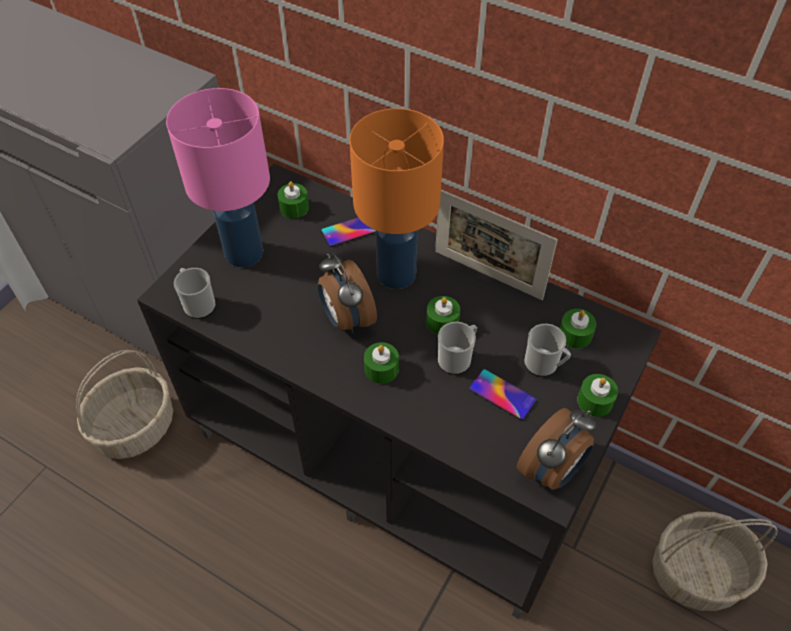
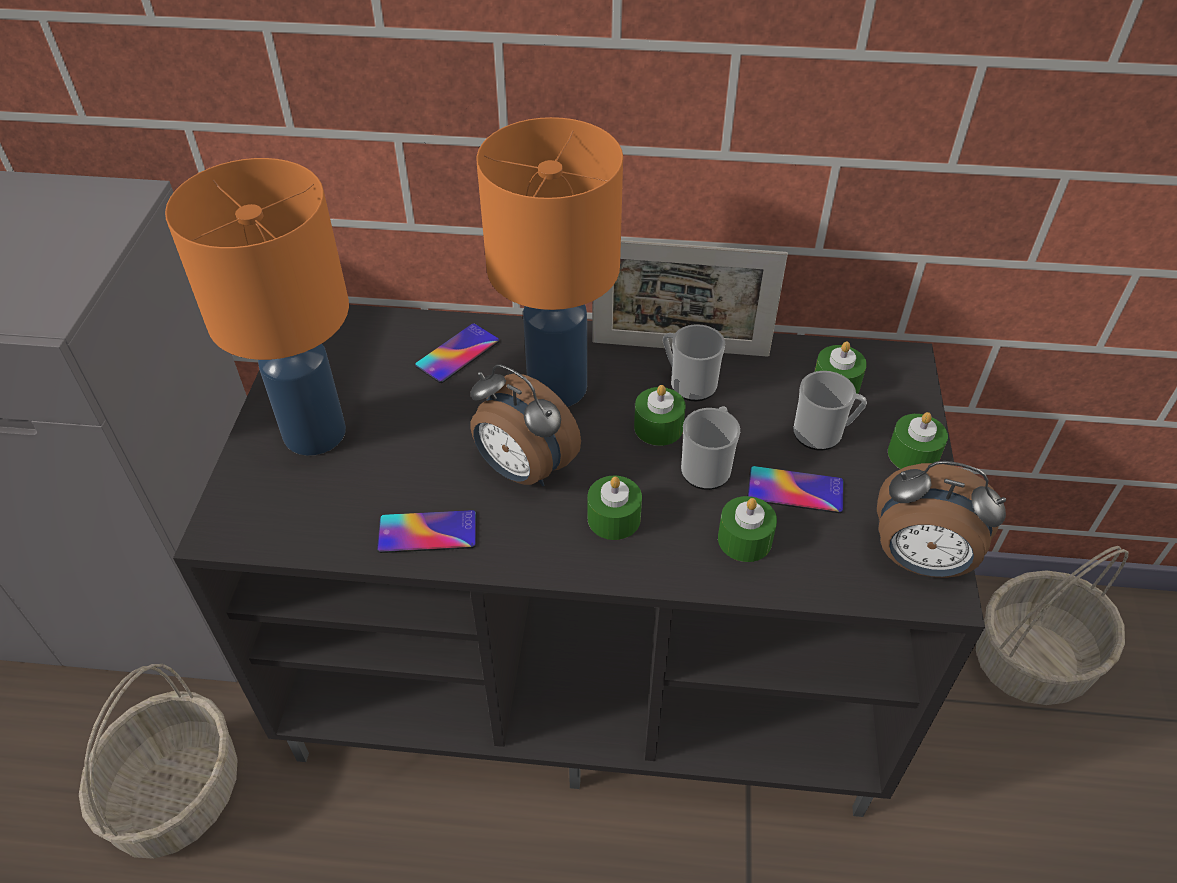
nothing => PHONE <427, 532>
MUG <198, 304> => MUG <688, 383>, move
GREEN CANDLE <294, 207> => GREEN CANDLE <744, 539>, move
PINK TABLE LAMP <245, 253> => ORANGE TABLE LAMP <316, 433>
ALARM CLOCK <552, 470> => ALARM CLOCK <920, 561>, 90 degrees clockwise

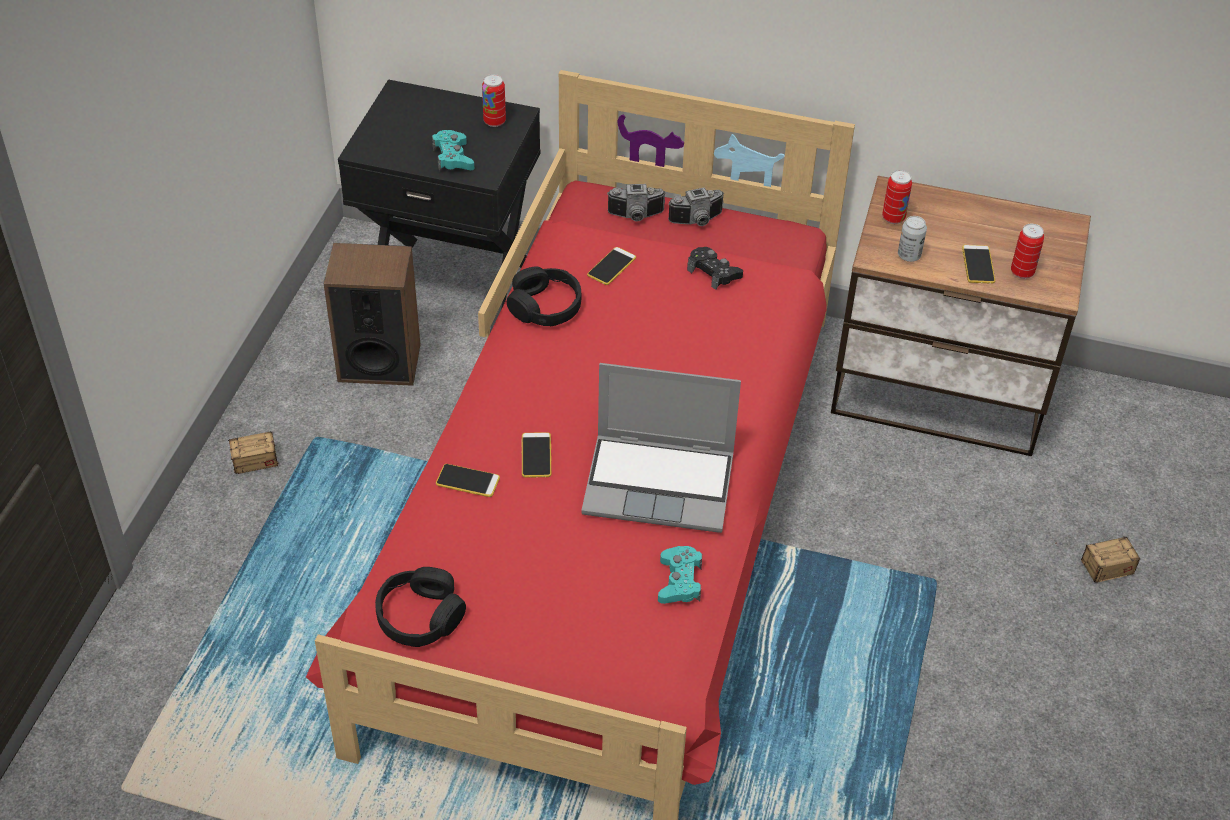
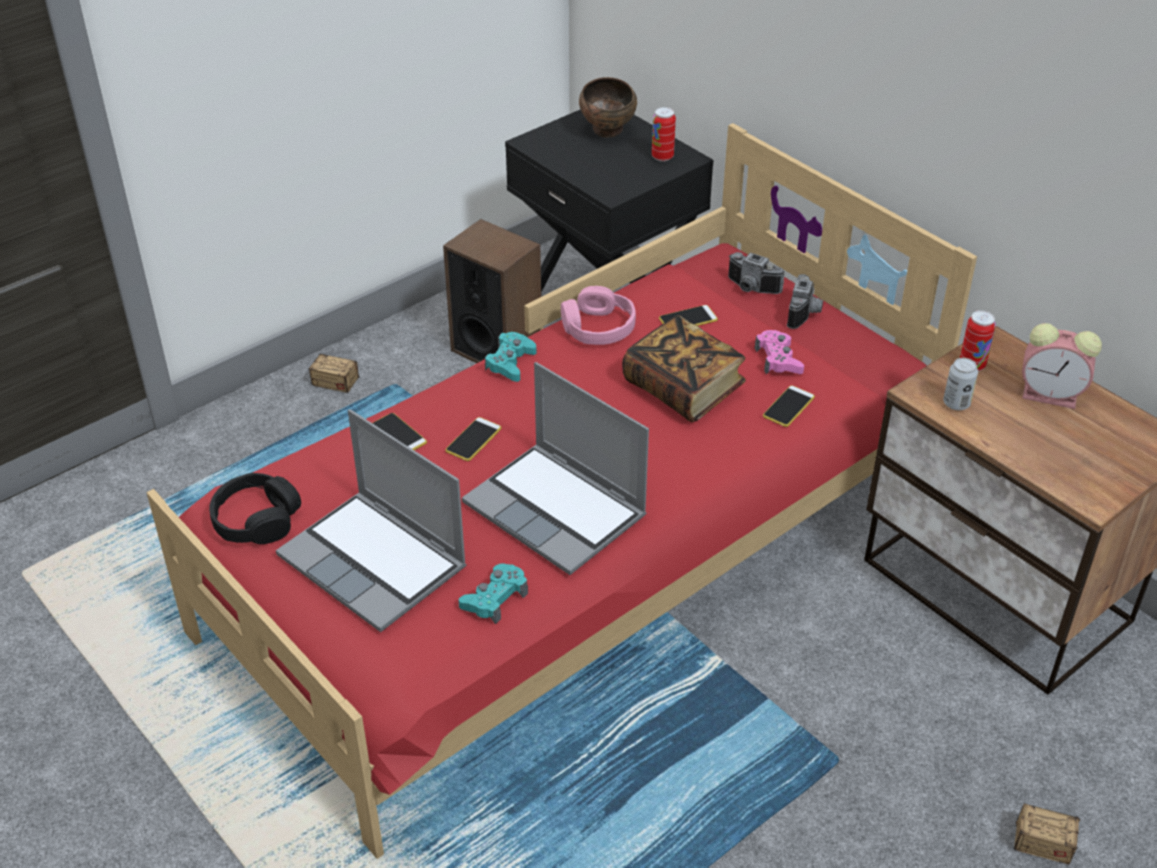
CAN <1022, 272> => nothing
nothing => LAPTOP <376, 563>
nothing => BROWN BOWL <608, 132>
nothing => BOOK <683, 388>
nothing => ALARM CLOCK <1052, 395>
TURQUOISE GAME CONTROLLER <453, 157> => TURQUOISE GAME CONTROLLER <510, 362>, move
PHONE <978, 265> => PHONE <788, 407>, move
BLACK HEADPHONES <545, 306> => PINK HEADPHONES <598, 328>
BLACK GAME CONTROLLER <713, 272> => PINK GAME CONTROLLER <778, 360>
PHOTO CAMERA <698, 221> => PHOTO CAMERA <805, 314>, 90 degrees counterclockwise

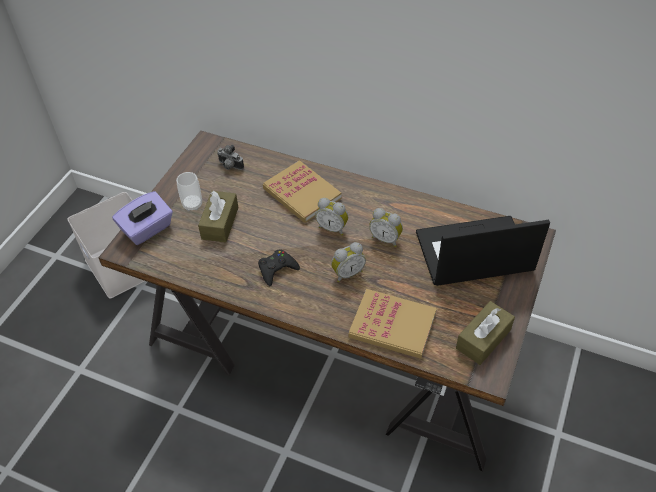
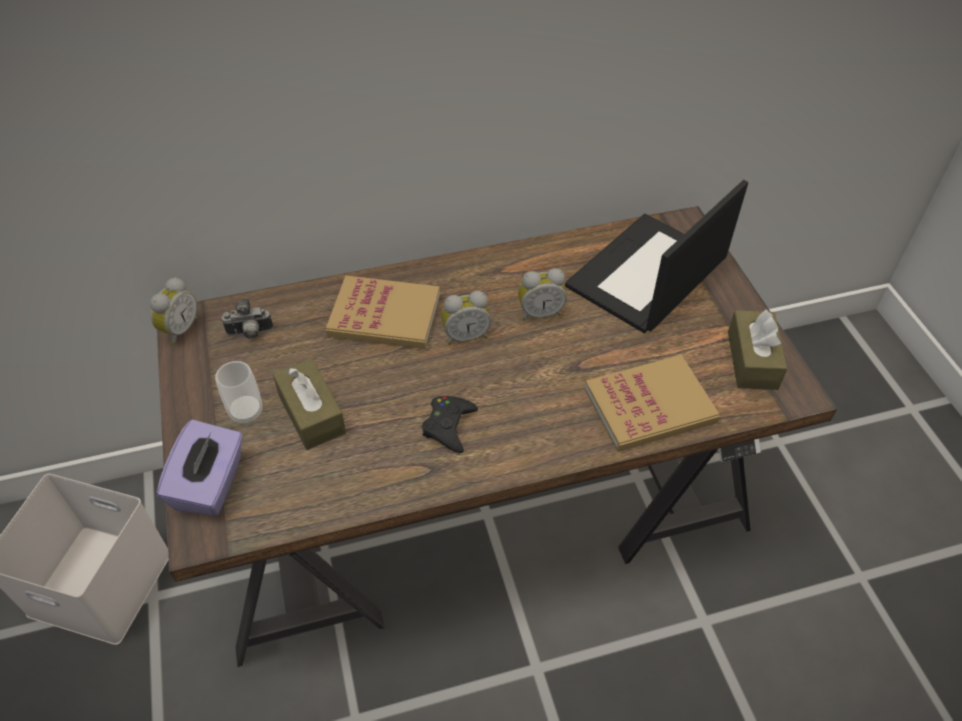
ALARM CLOCK <347, 273> => ALARM CLOCK <179, 329>, move

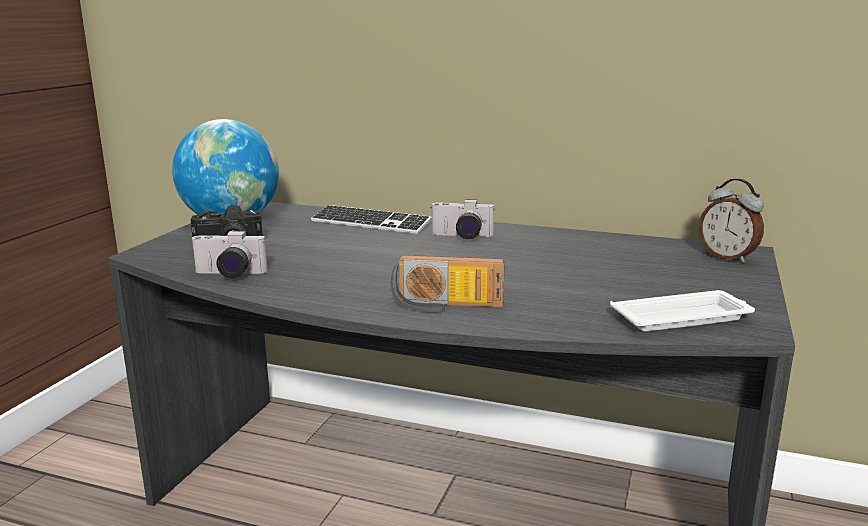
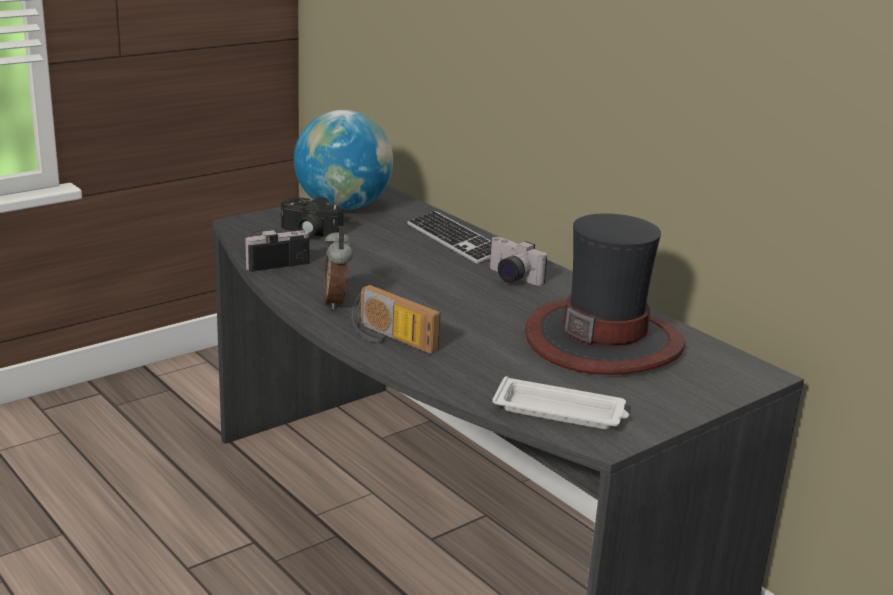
nothing => HAT <604, 340>
ALARM CLOCK <727, 257> => ALARM CLOCK <337, 302>, move
PHOTO CAMERA <228, 275> => PHOTO CAMERA <274, 261>, 120 degrees clockwise

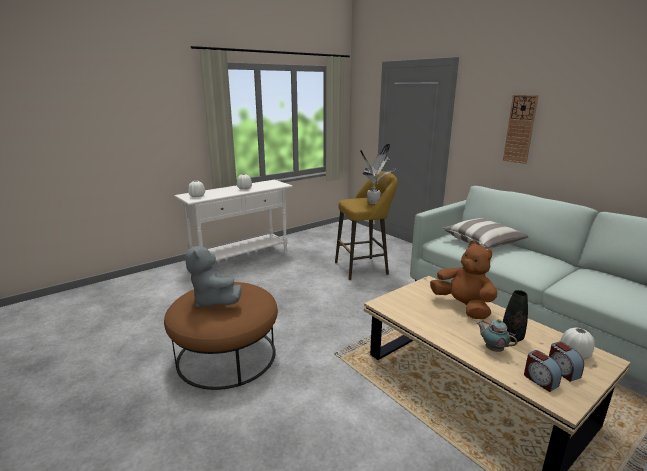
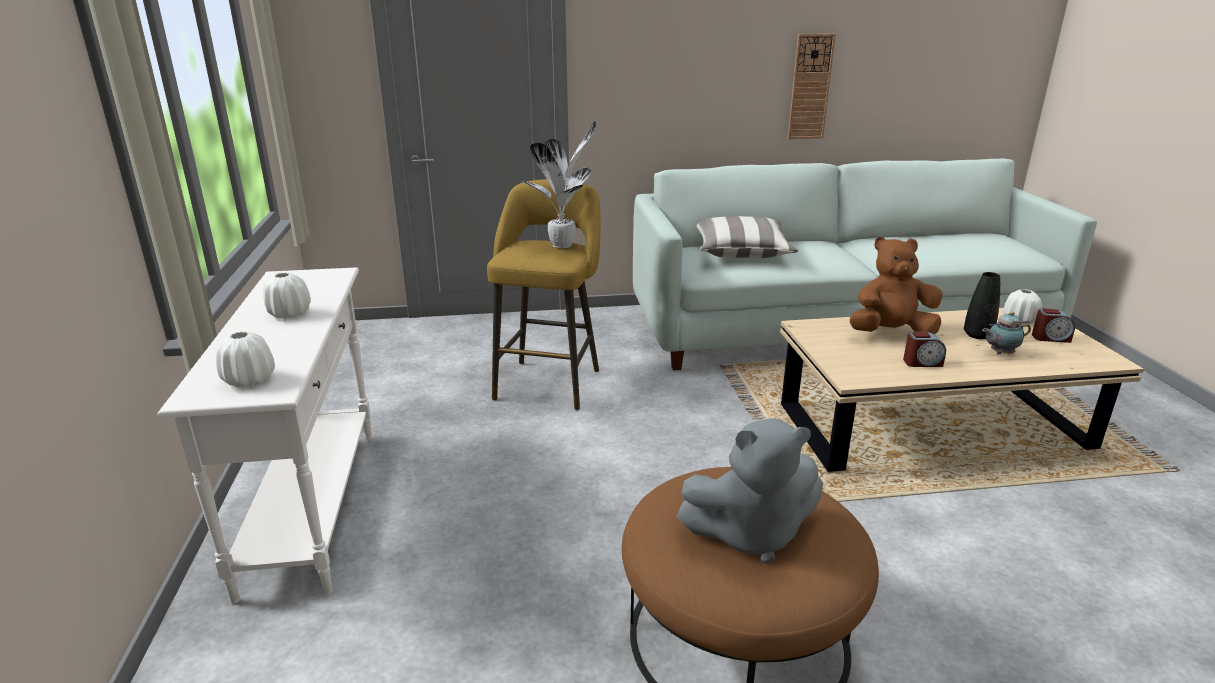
WALL CLOCK <520, 129> => WALL CLOCK <810, 87>, move
ALARM CLOCK <540, 380> => ALARM CLOCK <922, 362>, move

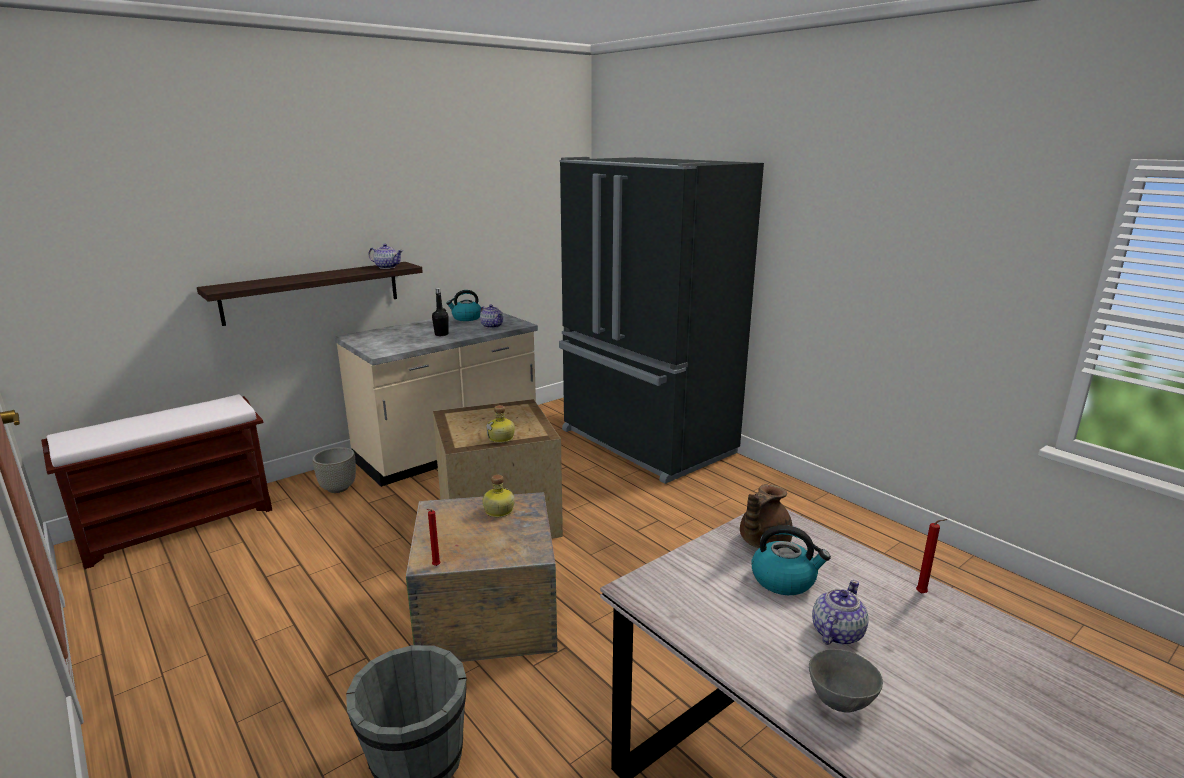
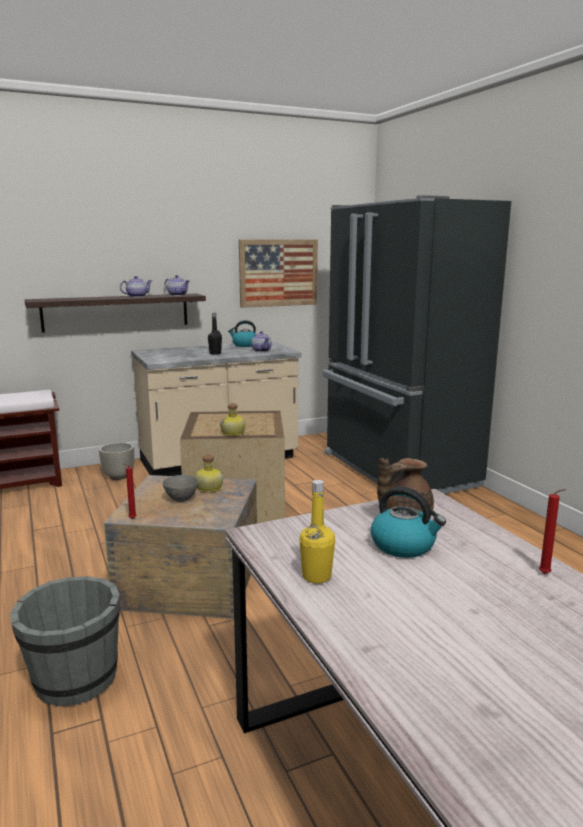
nothing => PICTURE <278, 273>
nothing => YELLOW BOTTLE <316, 576>
GREY BOWL <840, 702> => GREY BOWL <182, 499>, move
TEAPOT <836, 633> => TEAPOT <136, 296>, move

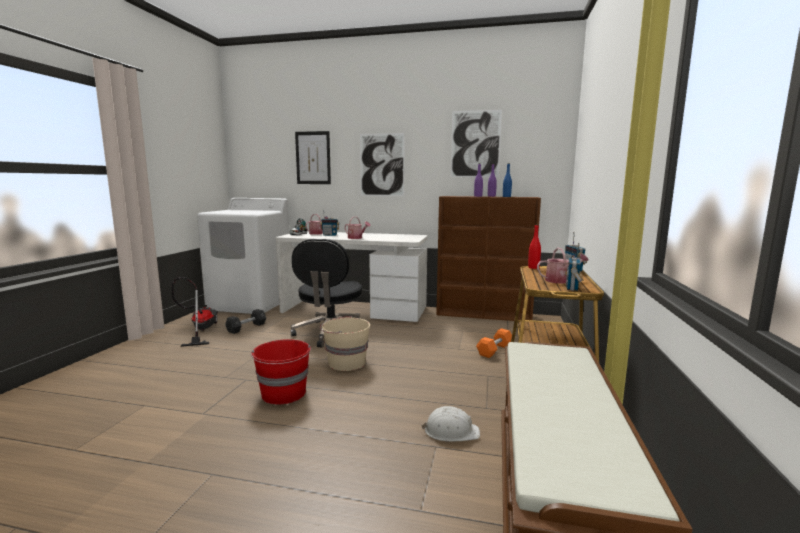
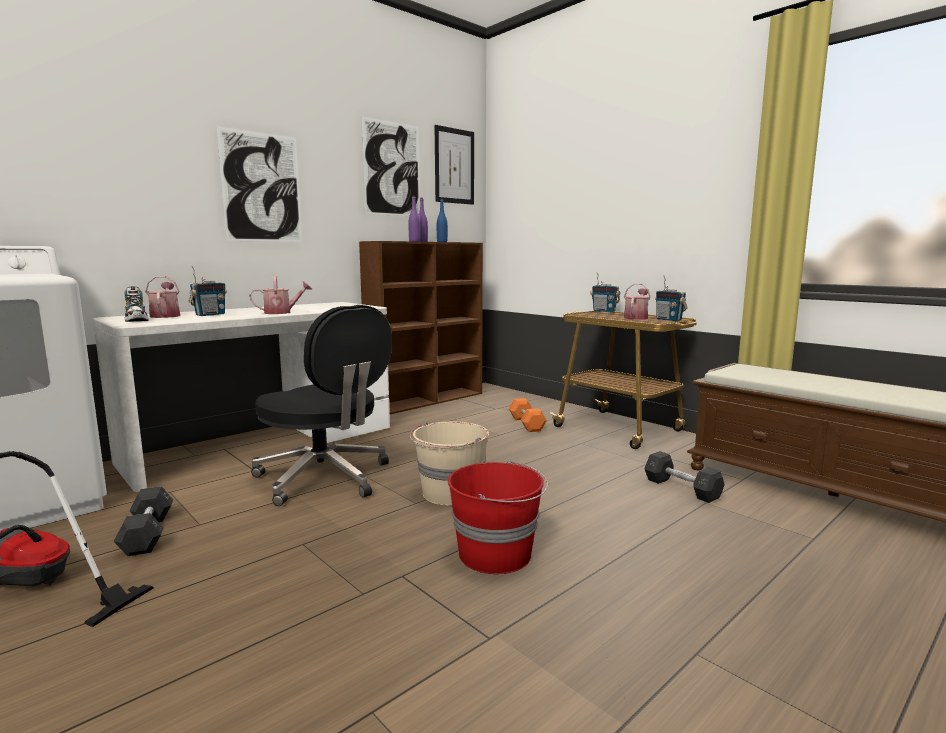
RED BOTTLE <533, 267> => nothing
PICTURE <313, 158> => PICTURE <454, 166>, move
WHITE HARD HAT <451, 431> => GREY DUMBBELL <682, 489>

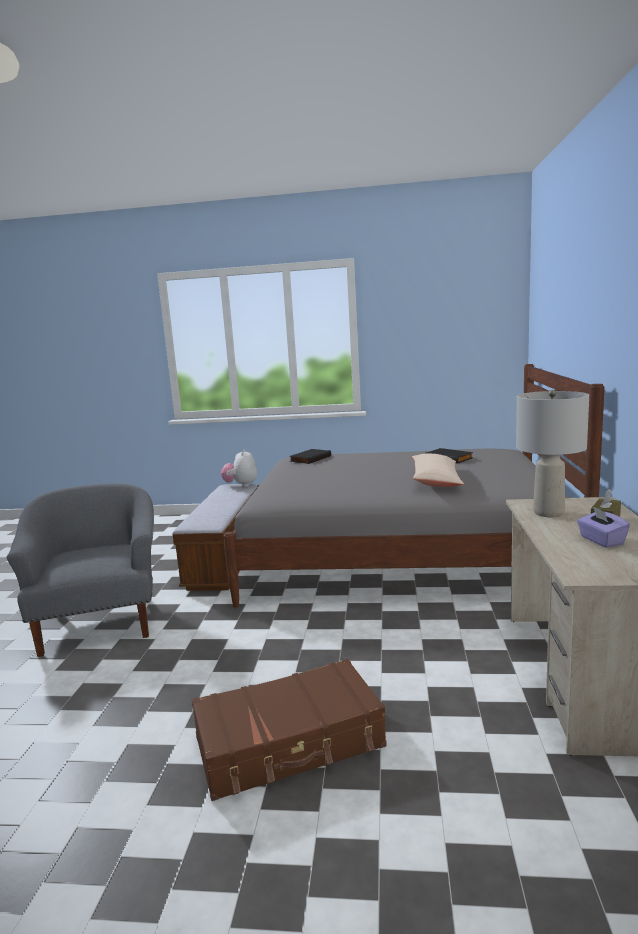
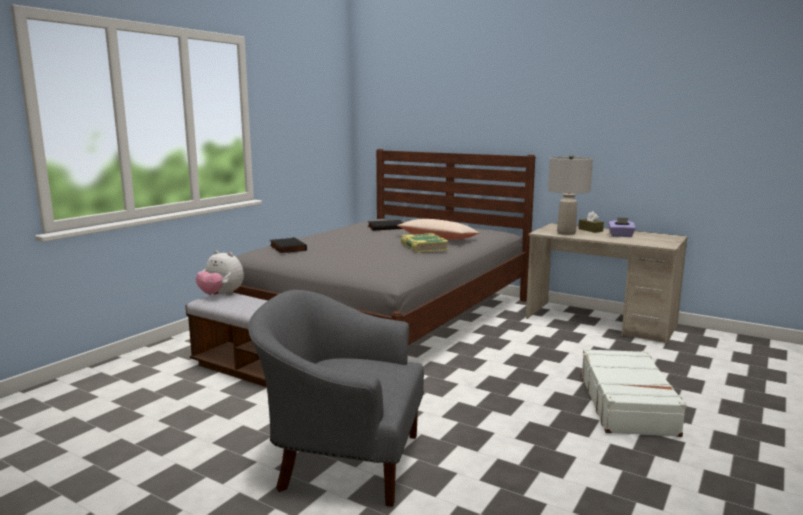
nothing => BOOK <423, 247>
BROWN SUITCASE <290, 743> => WHITE SUITCASE <627, 404>

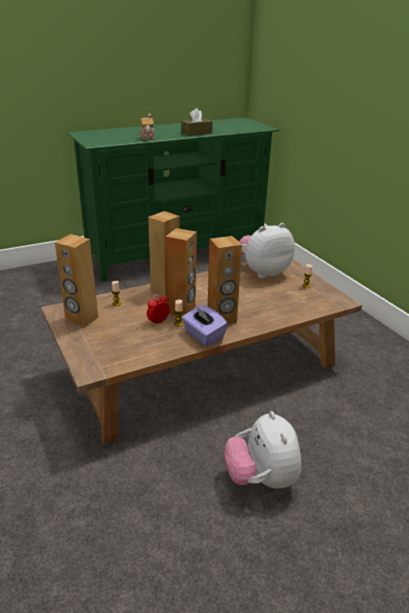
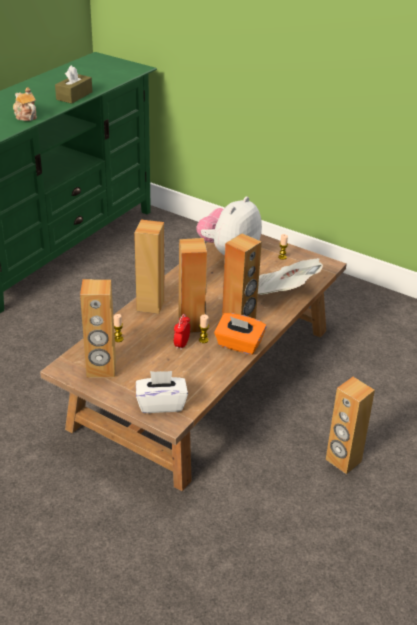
nothing => WHITE TISSUE BOX <161, 404>
nothing => NEWSPAPER <283, 292>
PLUSH TOY <261, 478> => BROWN SPEAKER <343, 461>
PURPLE TISSUE BOX <203, 336> => ORANGE TISSUE BOX <239, 345>

